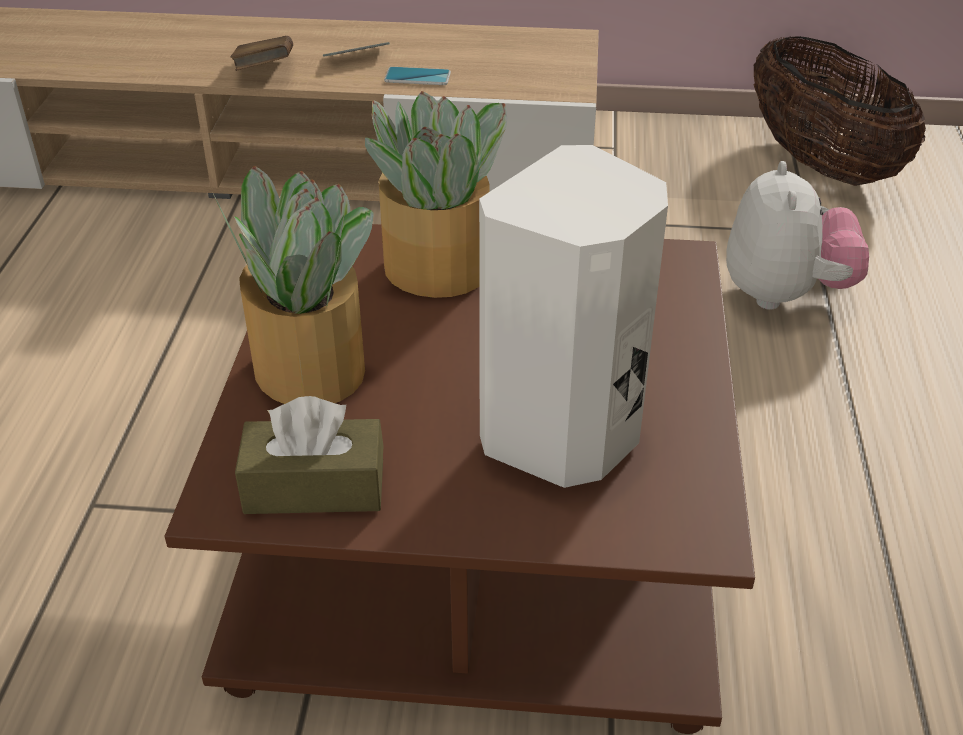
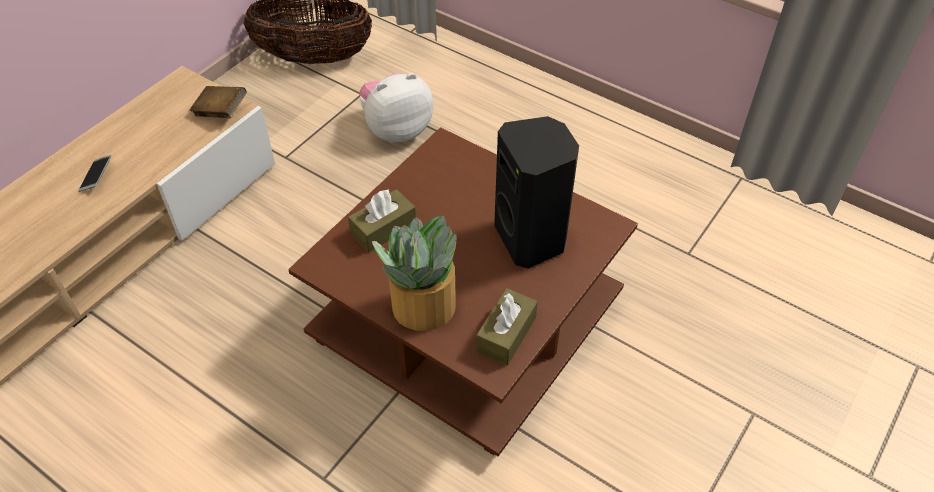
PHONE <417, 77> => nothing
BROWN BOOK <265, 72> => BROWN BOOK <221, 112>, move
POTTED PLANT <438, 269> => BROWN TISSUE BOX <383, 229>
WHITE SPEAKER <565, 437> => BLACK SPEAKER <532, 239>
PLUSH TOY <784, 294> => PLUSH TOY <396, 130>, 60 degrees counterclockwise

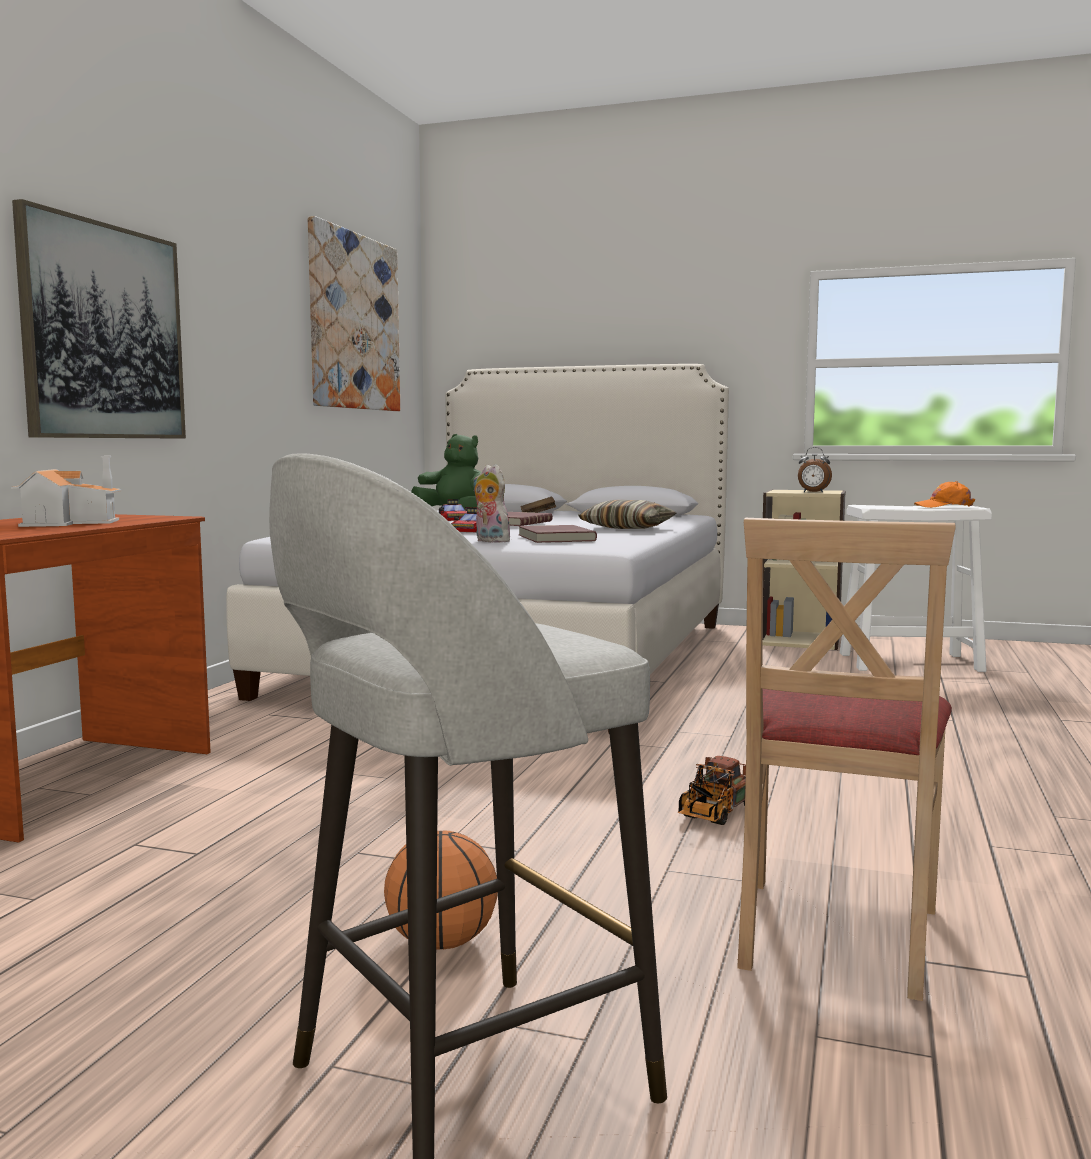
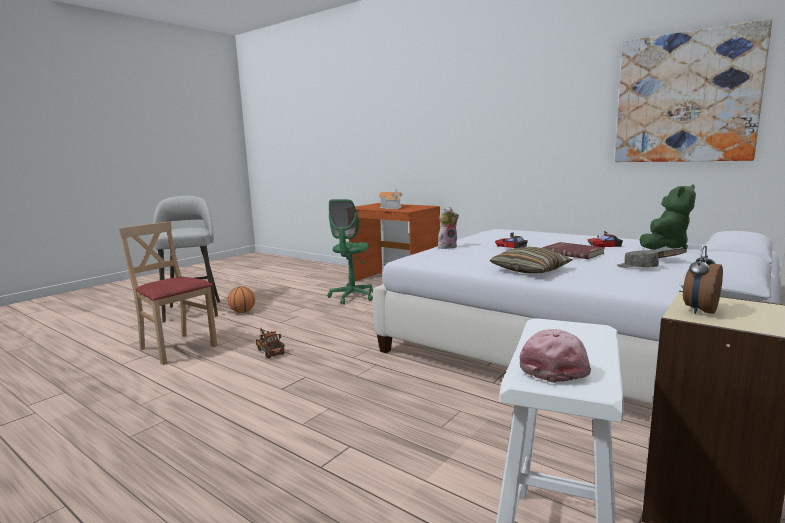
PICTURE <104, 332> => nothing
RED BOOK <554, 538> => nothing
nothing => GREEN OFFICE CHAIR <352, 297>
nothing => GREY CAP <637, 267>
ORANGE CAP <944, 506> => PINK CAP <555, 365>

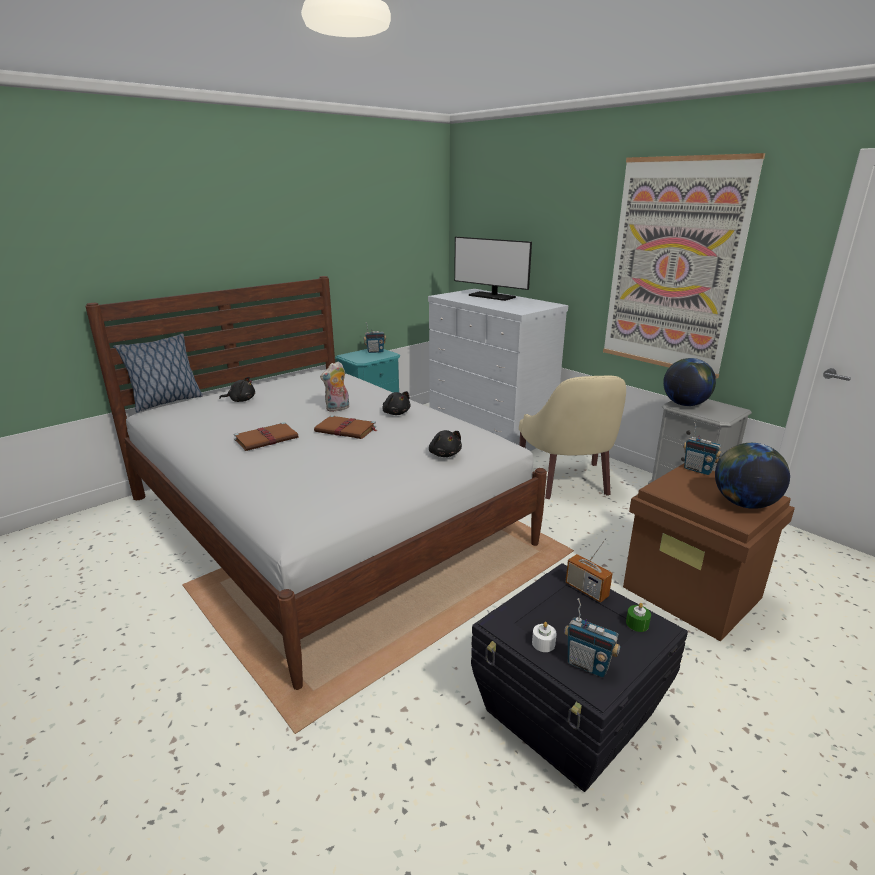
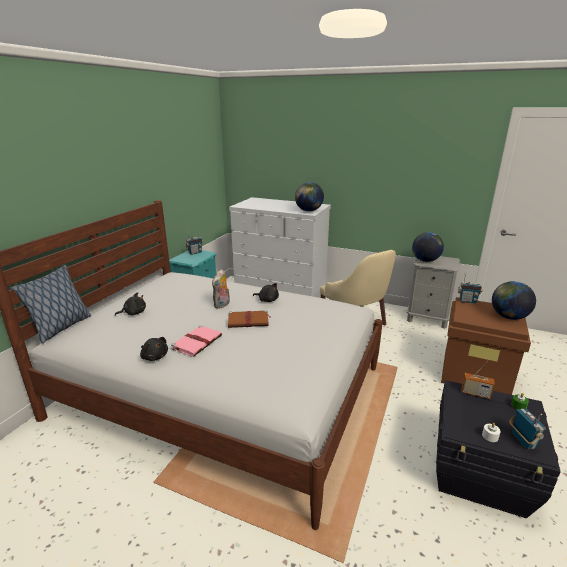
MONITOR <492, 296> => nothing
PICTURE <673, 267> => nothing
nothing => GLOBE <308, 211>
BLACK PLUSH TOY <444, 454> => BLACK PLUSH TOY <154, 356>, move
BROWN BOOK <267, 439> => PINK BOOK <197, 342>
RADIO <588, 665> => RADIO <523, 441>, 105 degrees counterclockwise

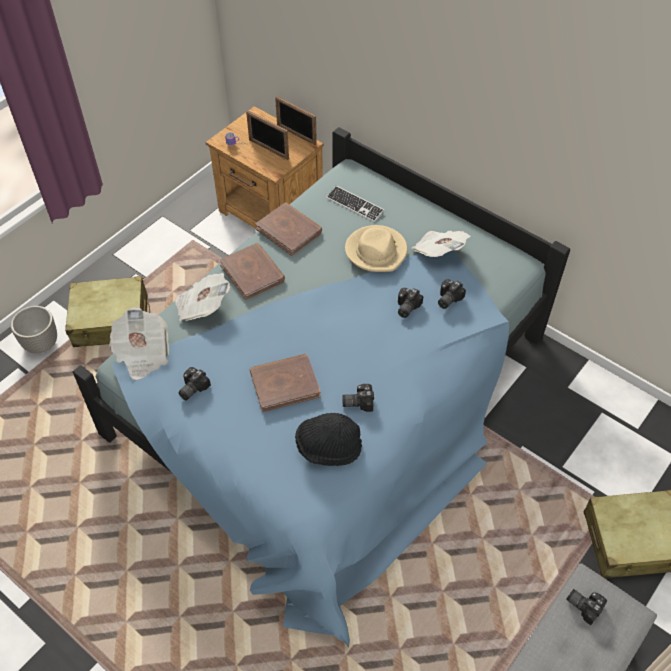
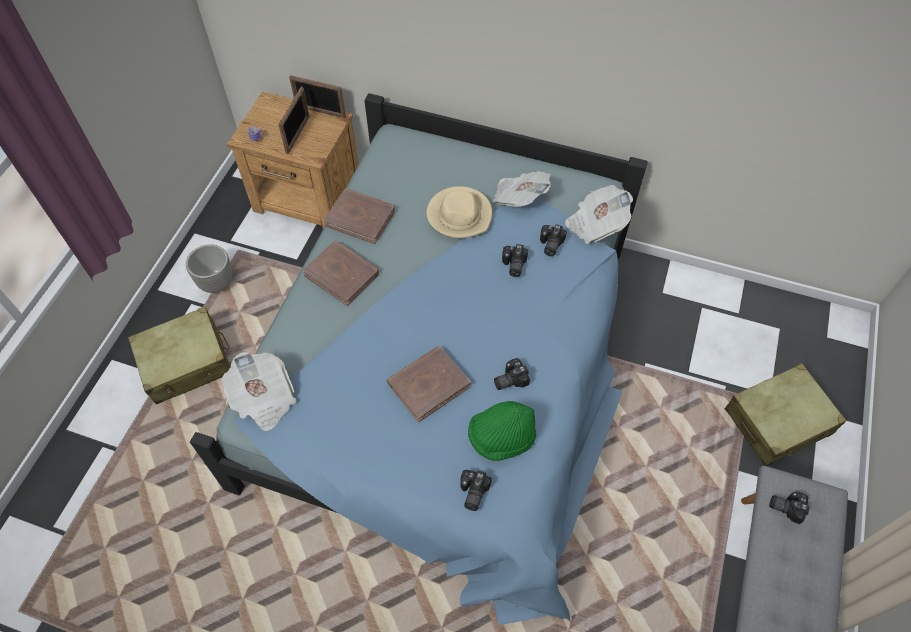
KEYBOARD <354, 205> => nothing
PLANTER <42, 344> => PLANTER <216, 282>, move
NEWSPAPER <202, 307> => NEWSPAPER <596, 224>, move
PHOTO CAMERA <191, 388> => PHOTO CAMERA <472, 493>, move
BLACK HAT <328, 448> => GREEN HAT <501, 438>
PICTURE FRAME <268, 149> => PICTURE FRAME <298, 135>, 90 degrees counterclockwise

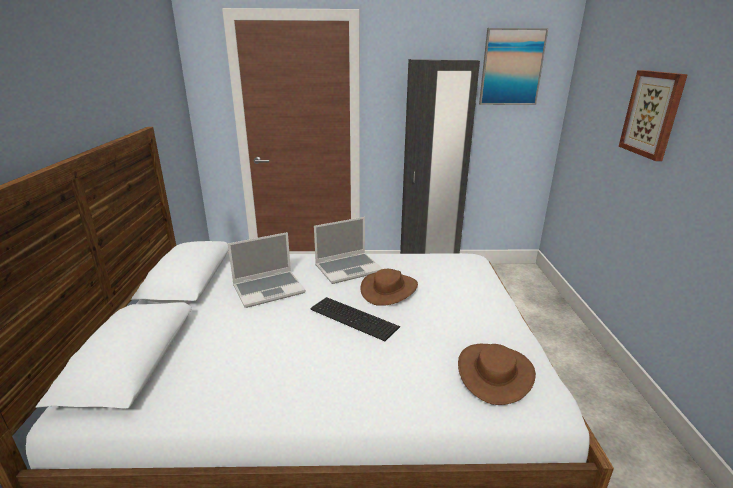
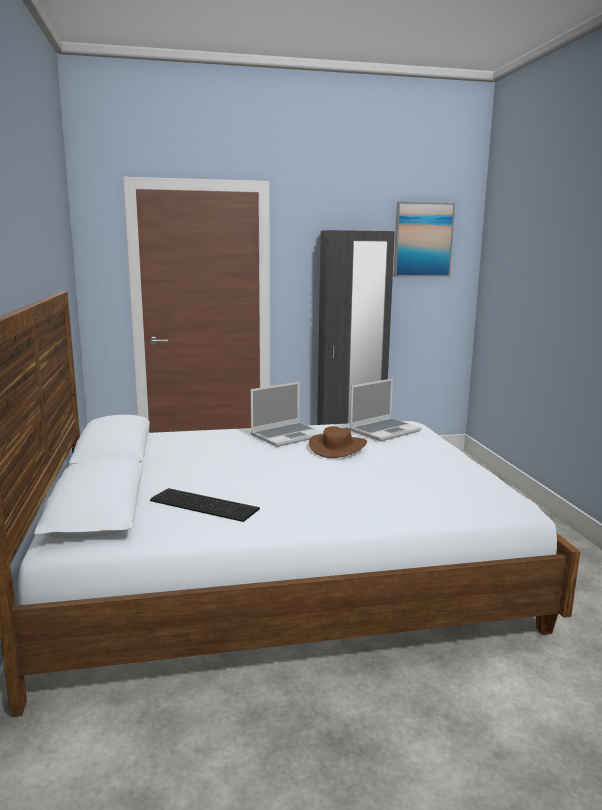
BROWN HAT <495, 373> => nothing
PICTURE <652, 114> => nothing
LAPTOP <269, 289> => LAPTOP <384, 430>, move
KEYBOARD <354, 317> => KEYBOARD <204, 504>, move

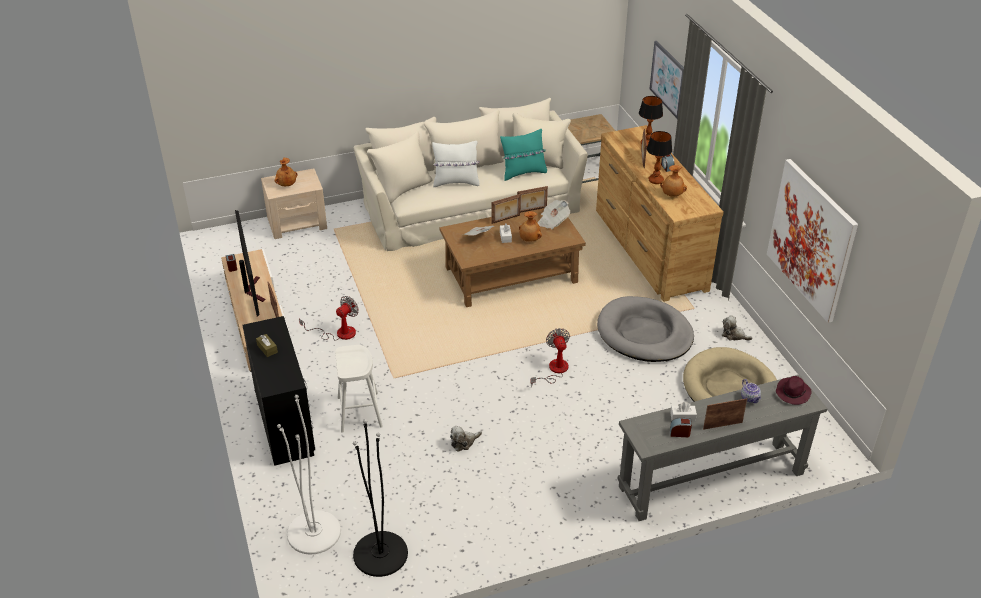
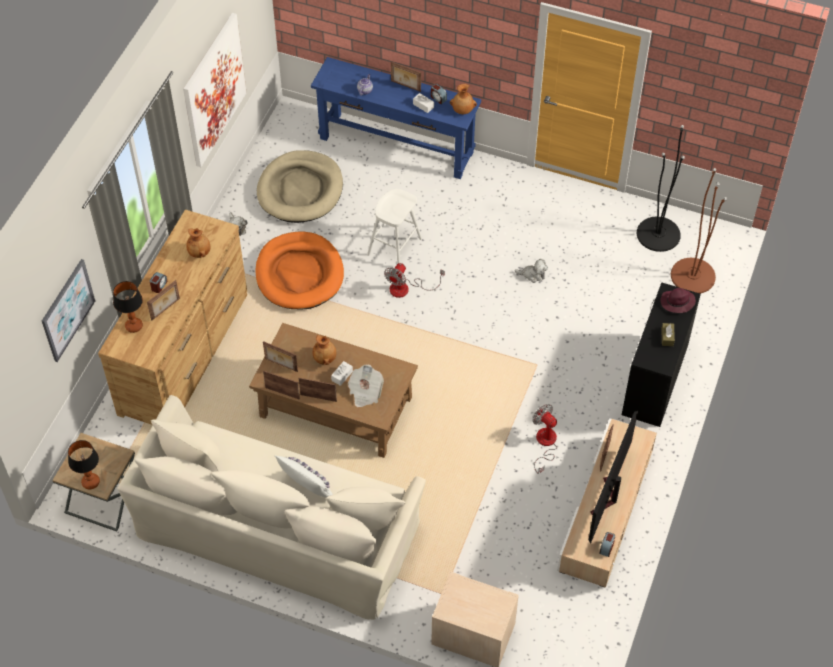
TURQUOISE PILLOW <523, 173> => nothing
BROWN VASE <286, 184> => BROWN VASE <462, 110>, move
WHITE STOOL <359, 412> => WHITE STOOL <394, 247>, move
TABLE LAMP <656, 180> => TABLE LAMP <90, 482>, move
PURPLE HAT <792, 392> => PURPLE HAT <677, 302>, move
NEWSPAPER <553, 221> => PICTURE FRAME <281, 365>
WHITE FLOOR LAMP <314, 532> => BROWN FLOOR LAMP <693, 276>
GREY DOG BED <644, 333> => ORANGE DOG BED <299, 274>
GREY CONSOLE TABLE <711, 480> => BLUE CONSOLE TABLE <396, 145>
FAN <339, 333> => FAN <545, 444>, 60 degrees clockwise

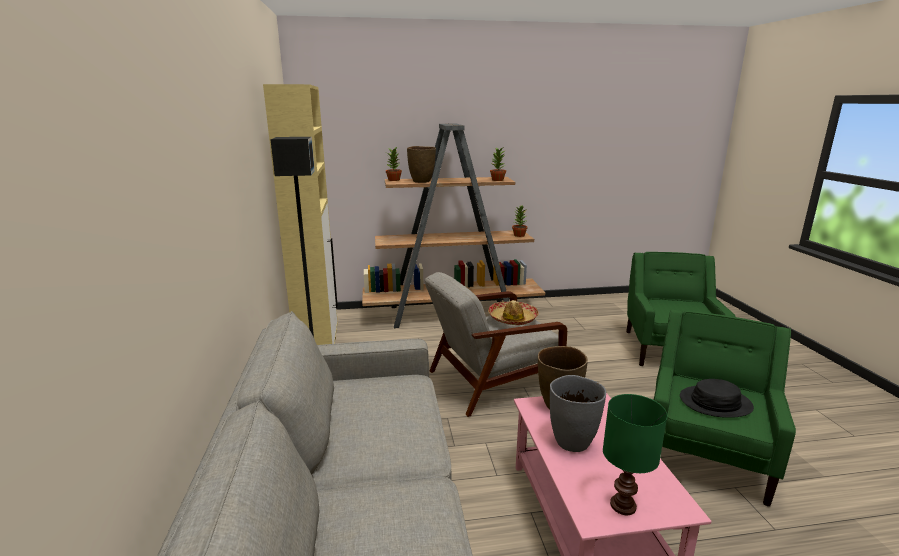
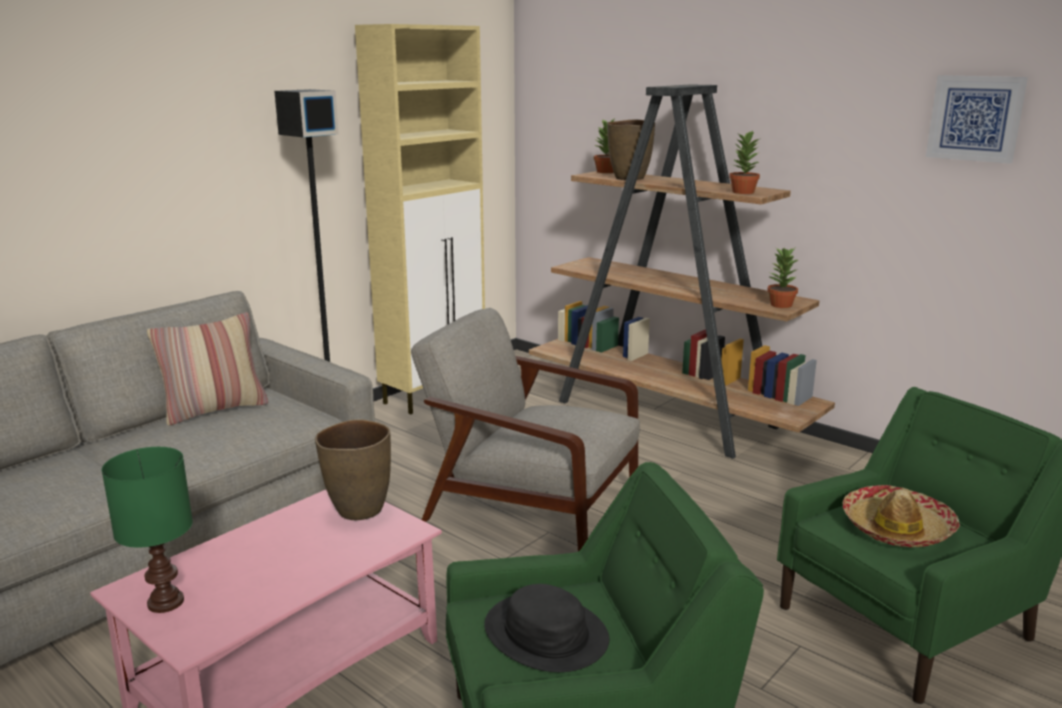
GREY VASE <572, 441> => nothing
nothing => PILLOW <215, 410>
nothing => PICTURE <975, 118>
HAT <512, 318> => HAT <897, 528>, move

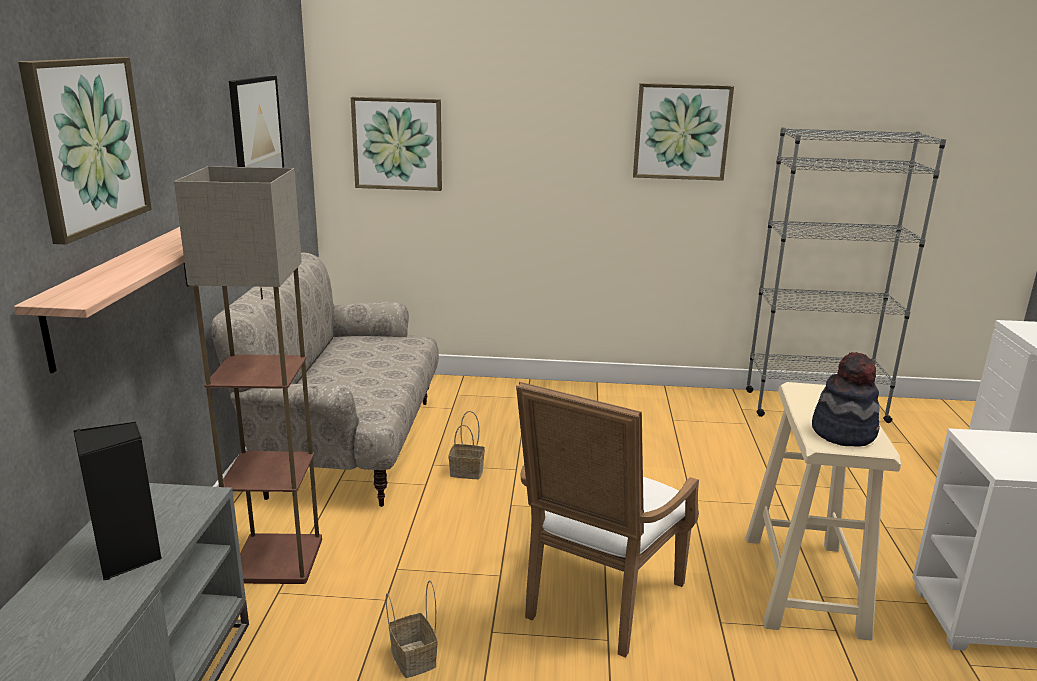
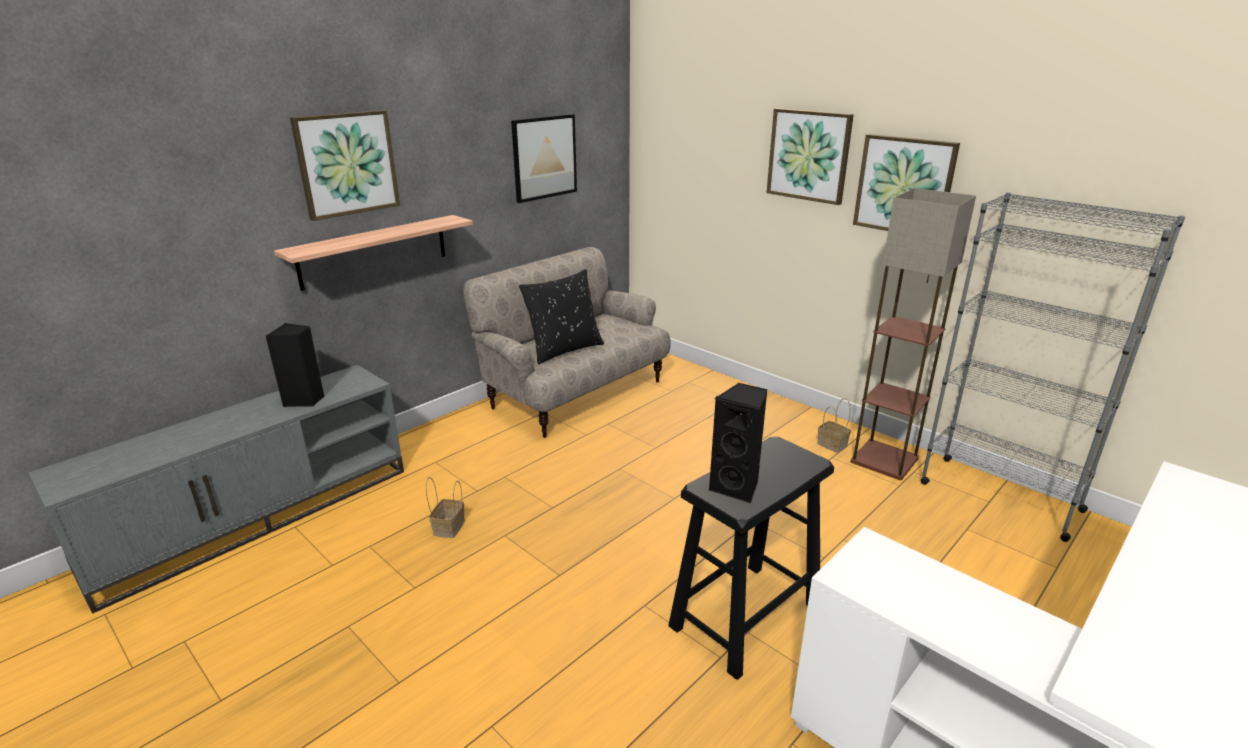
WHITE ARMCHAIR <596, 604> => nothing
nothing => BLACK PILLOW <564, 350>
FLOOR LAMP <278, 559> => FLOOR LAMP <885, 460>, move
PICTURE <397, 143> => PICTURE <809, 155>, move
BASKET <468, 471> => BASKET <833, 445>, move
HAT <843, 432> => BLACK SPEAKER <737, 487>
BEIGE STOOL <803, 584> => BLACK STOOL <746, 616>

